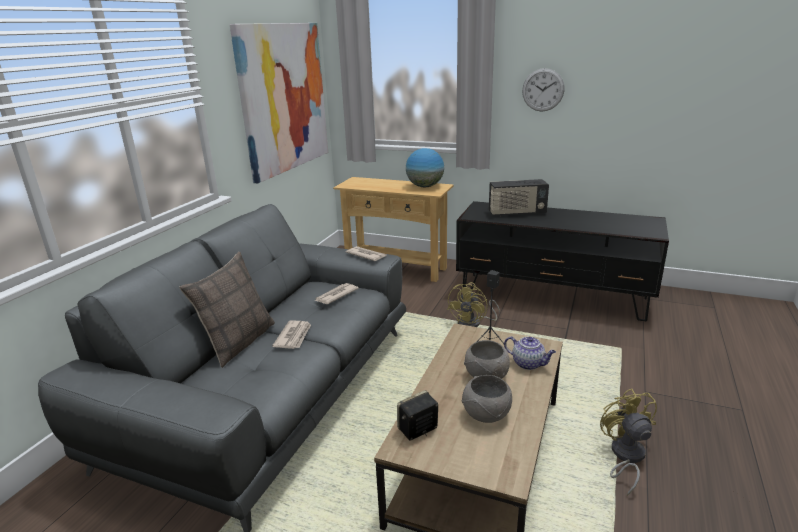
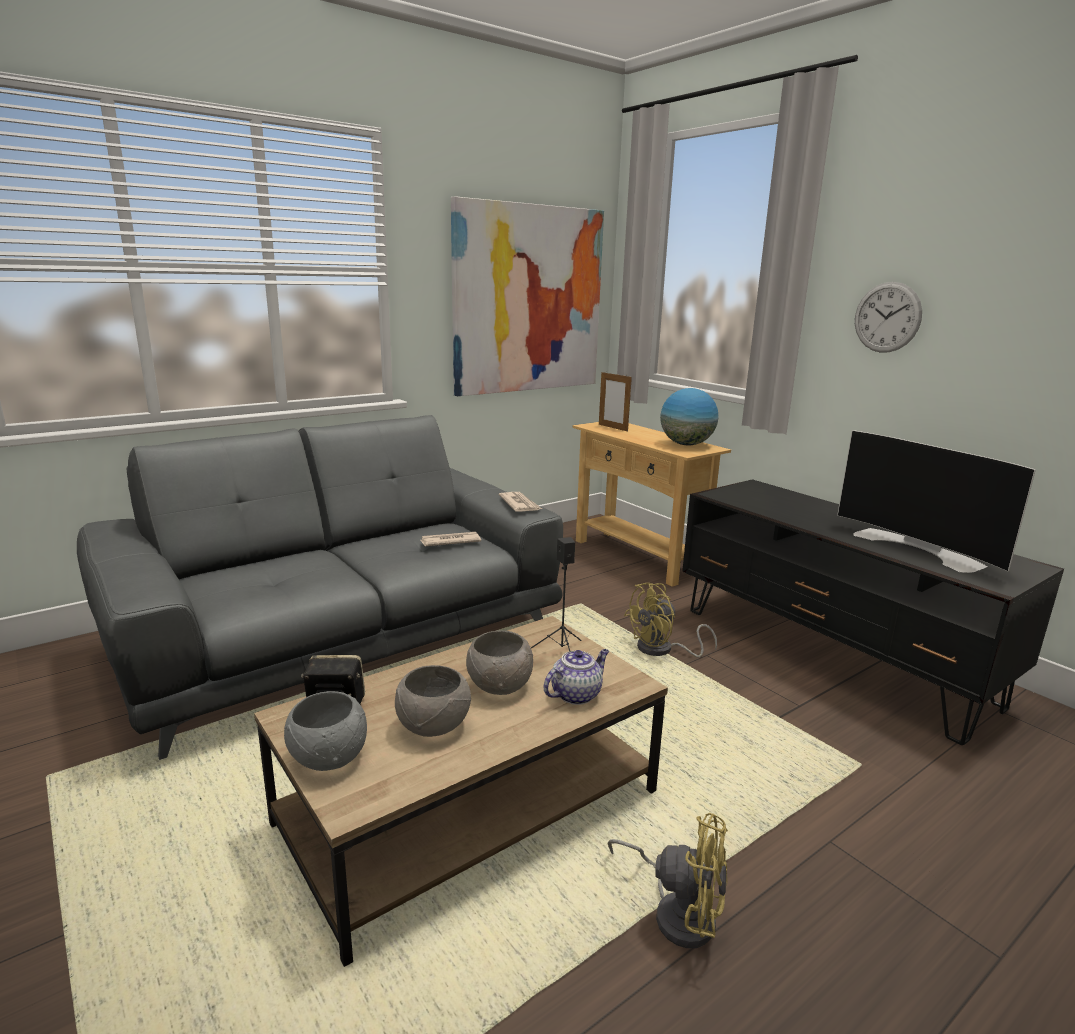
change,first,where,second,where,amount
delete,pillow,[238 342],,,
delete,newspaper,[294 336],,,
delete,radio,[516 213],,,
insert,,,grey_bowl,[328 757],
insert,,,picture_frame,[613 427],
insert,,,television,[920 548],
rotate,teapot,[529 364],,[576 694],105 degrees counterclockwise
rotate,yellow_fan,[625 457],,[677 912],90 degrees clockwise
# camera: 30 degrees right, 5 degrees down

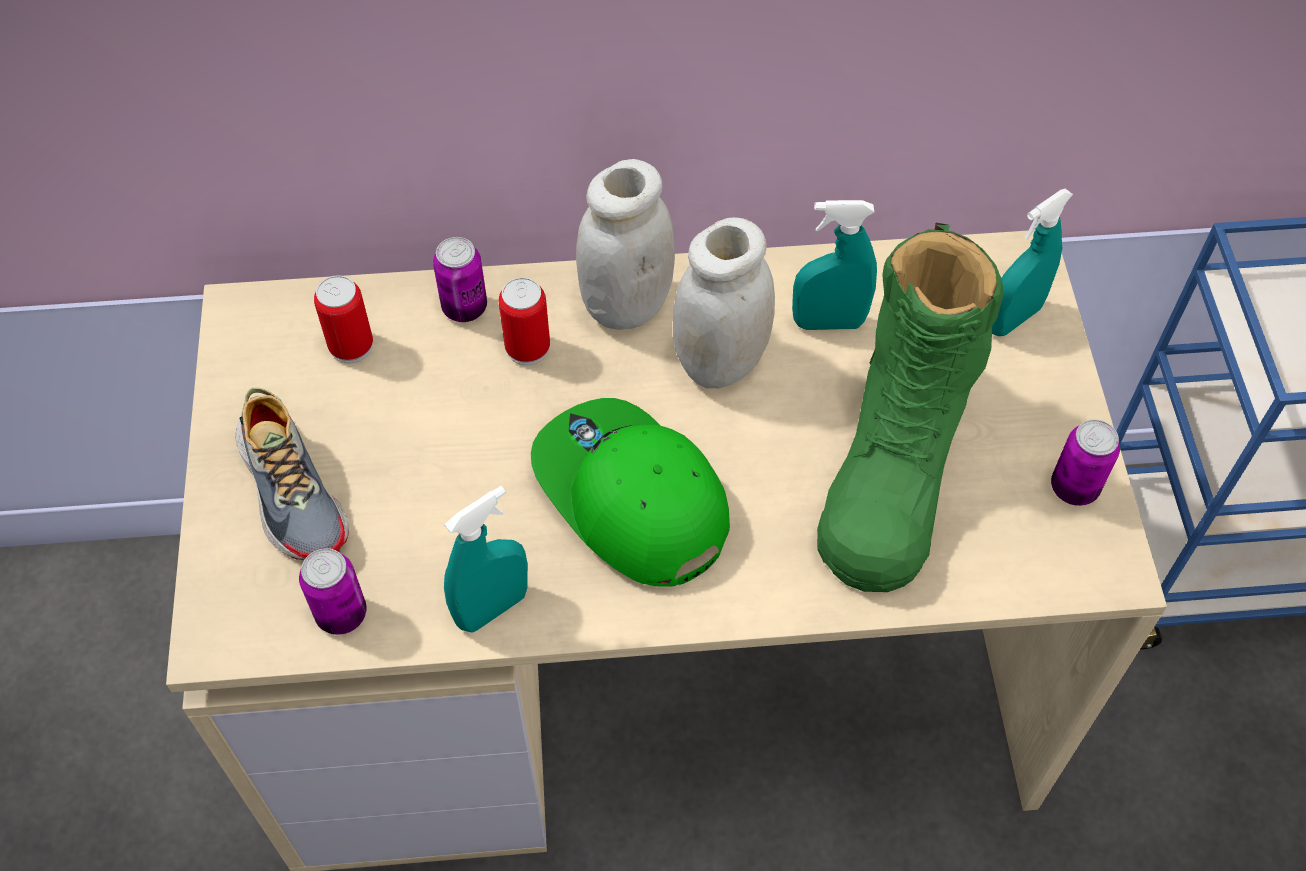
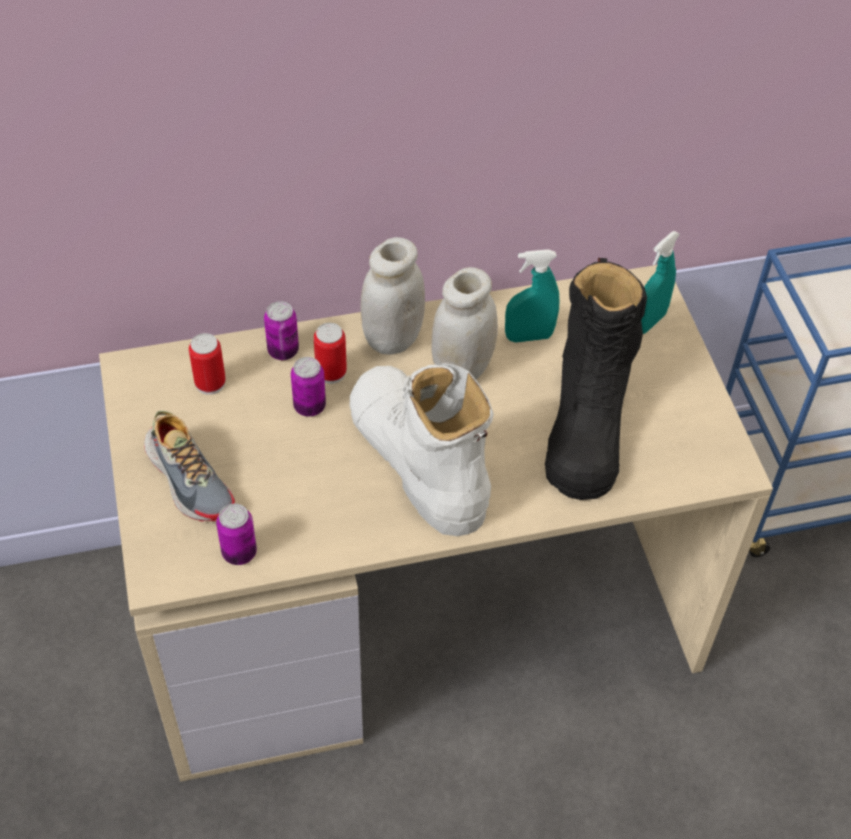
change,first,where,second,where,amount
delete,turquoise_spray_bottle,[492 608],,,
move,can,[1074 488],,[309 406],
replace,green_cap,[629 498],white_boot,[417 460],
recolor,green_boot,[894 467],black_boot,[586 422],
# camera: 10 degrees left, 5 degrees down

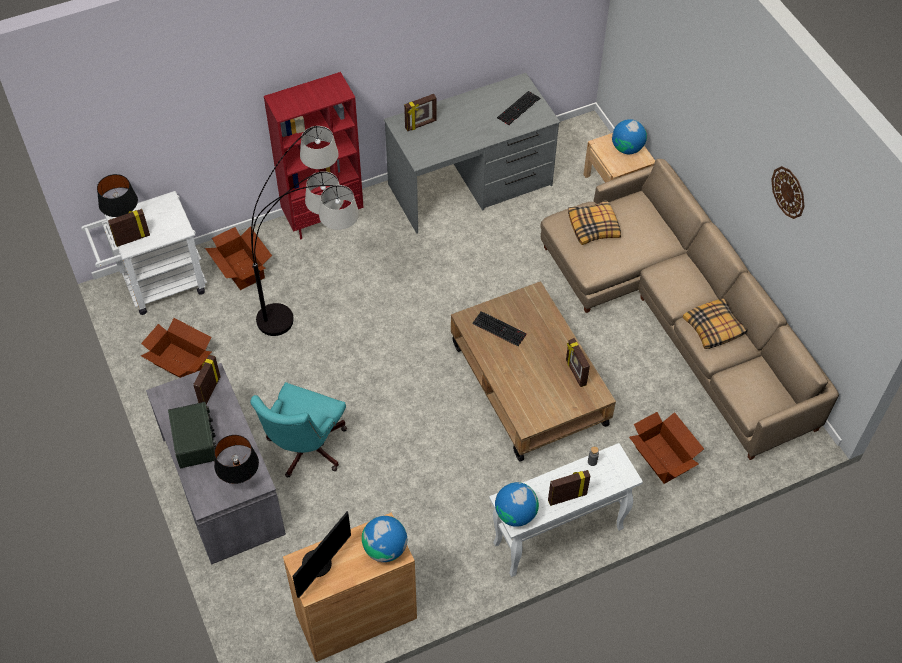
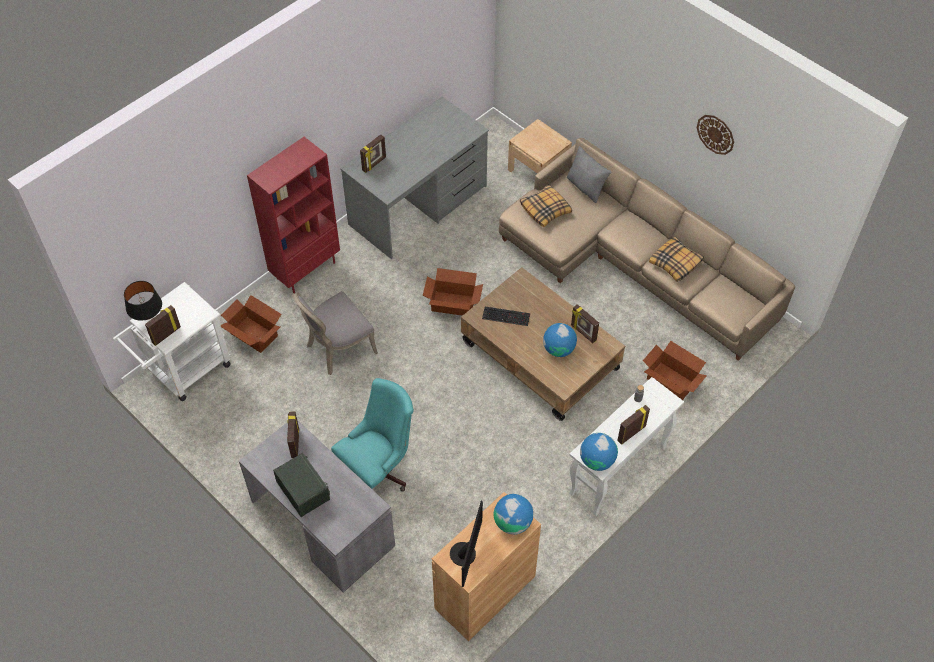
change,first,where,second,where,amount
delete,black_table_lamp,[240 478],,,
delete,keyboard,[519 109],,,
insert,,,grey_pillow,[586 187],
move,cardboard_box,[181 362],,[452 303],
move,globe,[627 148],,[559 349],
replace,floor_lamp,[319 310],grey_chair,[338 348],
rotate,turquoise_office_chair,[304 449],,[379 470],135 degrees counterclockwise
# camera: 20 degrees left, 0 degrees up

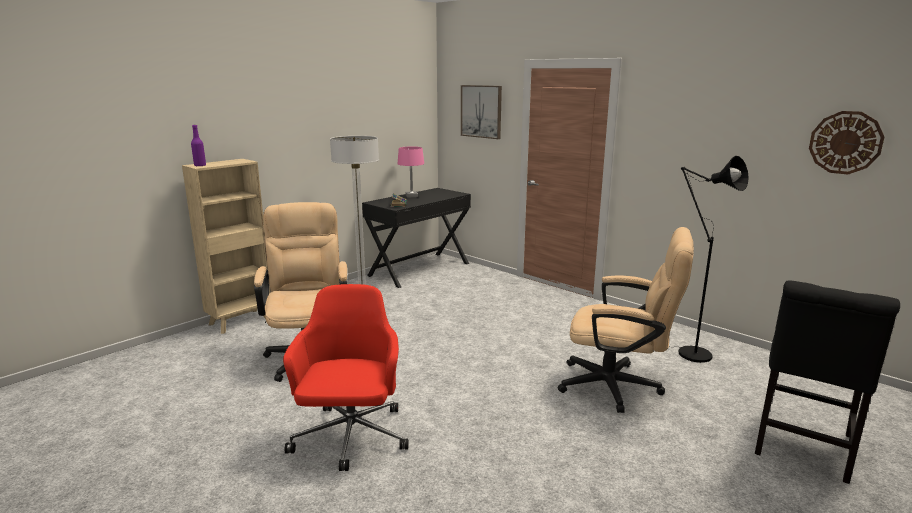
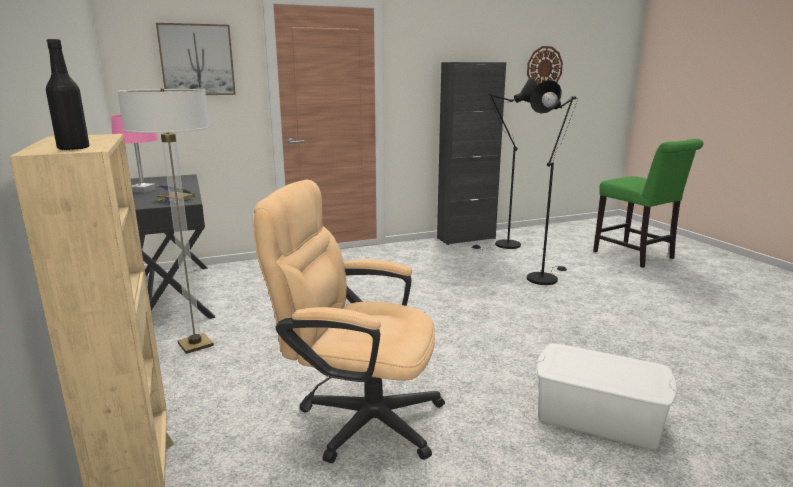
change,first,where,second,where,amount
insert,,,black_cabinet,[466 238],
replace,red_office_chair,[351 438],white_storage_box,[597 416],
replace,beige_office_chair,[619 387],black_floor_lamp,[544 277],
recolor,purple_bottle,[200 165],black_bottle,[73 149],
recolor,black_chair,[802 448],green_chair,[636 256],
# camera: 65 degrees left, 0 degrees up

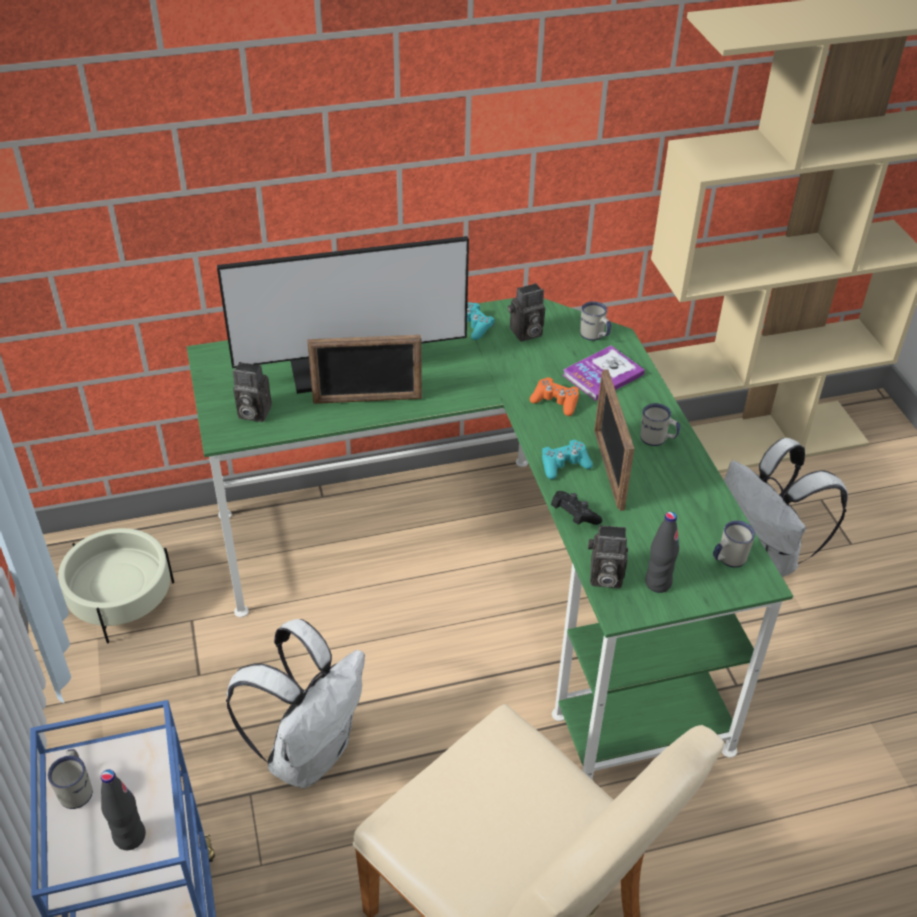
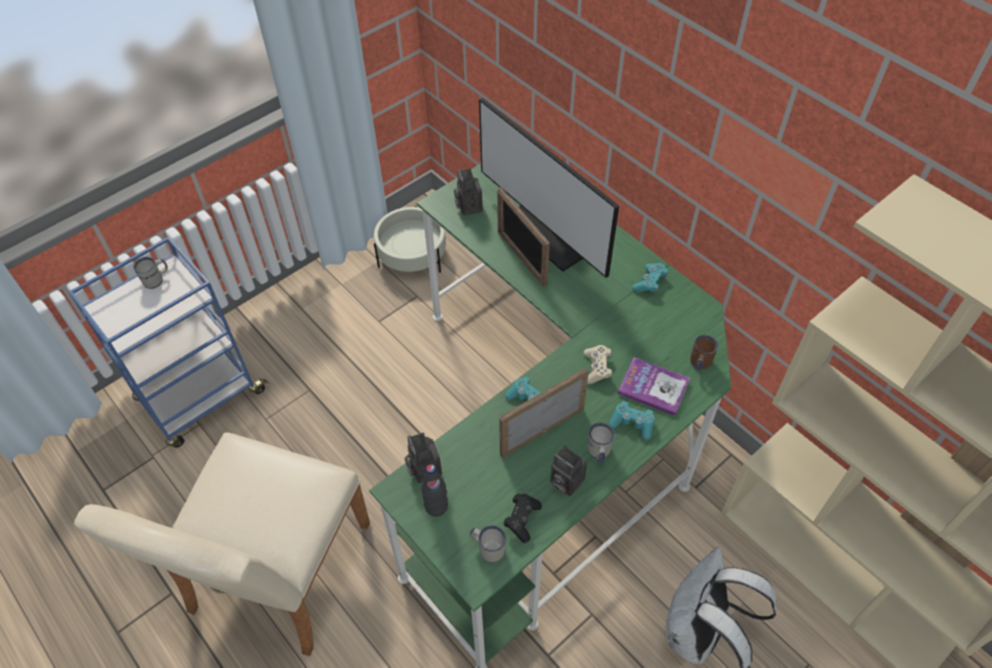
change,first,where,second,where,amount
delete,black_bottle,[129 836],,,
delete,white_backpack,[309 752],,,
insert,,,turquoise_game_controller,[632 423],
move,photo_camera,[525 333],,[564 481],
move,black_game_controller,[573 516],,[522 520],
recolor,orange_game_controller,[555 402],beige_game_controller,[597 368],
recolor,white_mug,[594 336],brown_mug,[699 364],
# camera: 65 degrees right, 10 degrees up

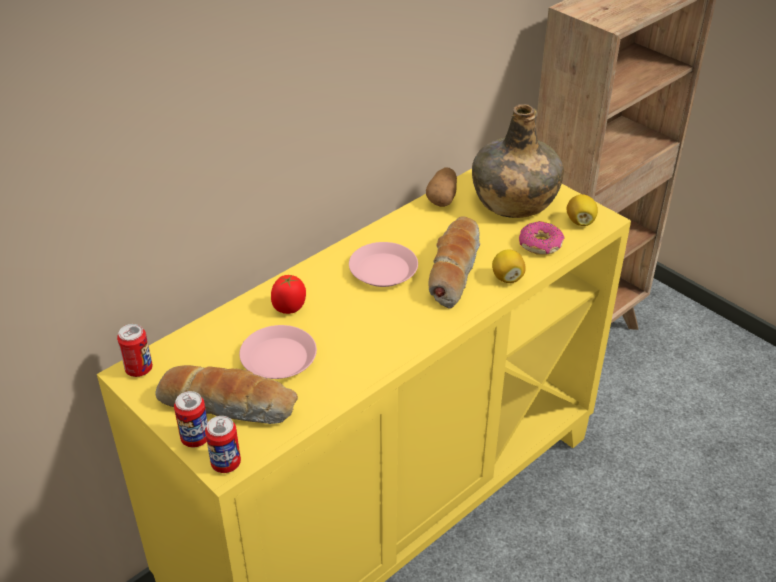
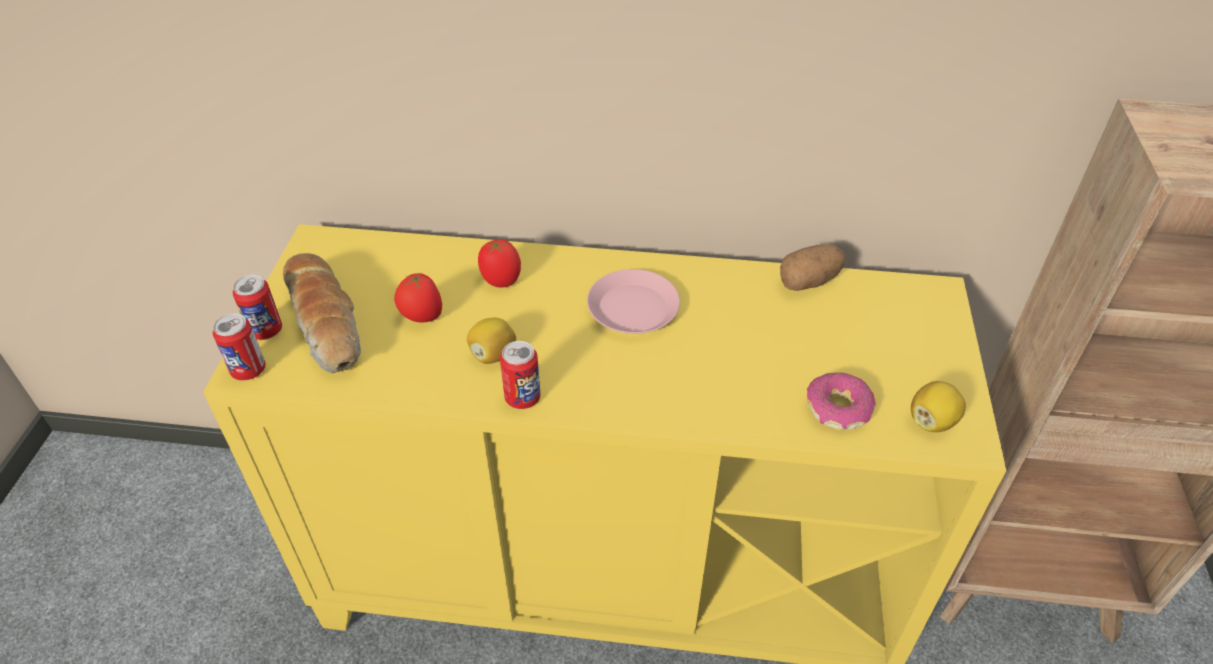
change,first,where,second,where,amount
delete,bread,[453 270],,,
delete,green_bottle,[513 200],,,
move,can,[139 369],,[522 398],
move,lemon,[507 278],,[493 354],
replace,pink_plate,[279 358],tomato,[422 317],
# camera: 50 degrees right, 5 degrees up

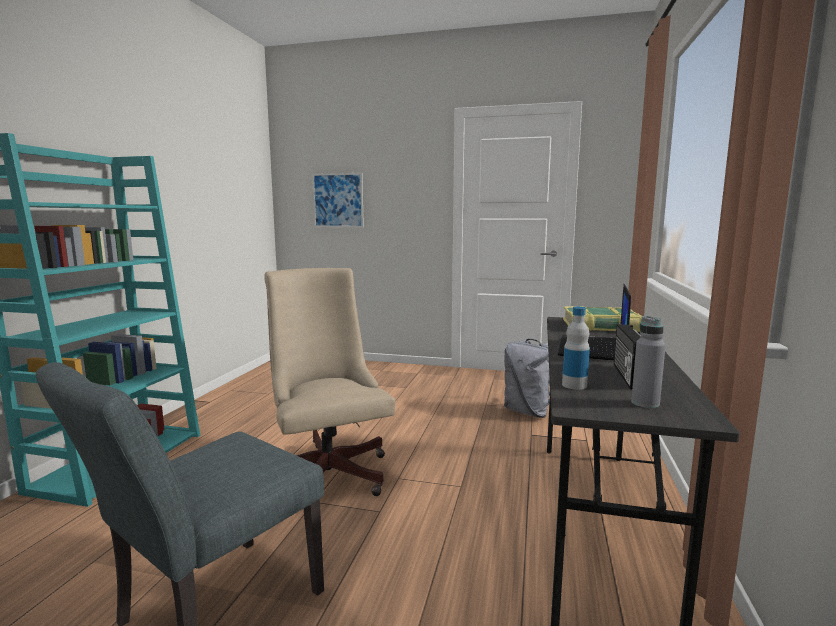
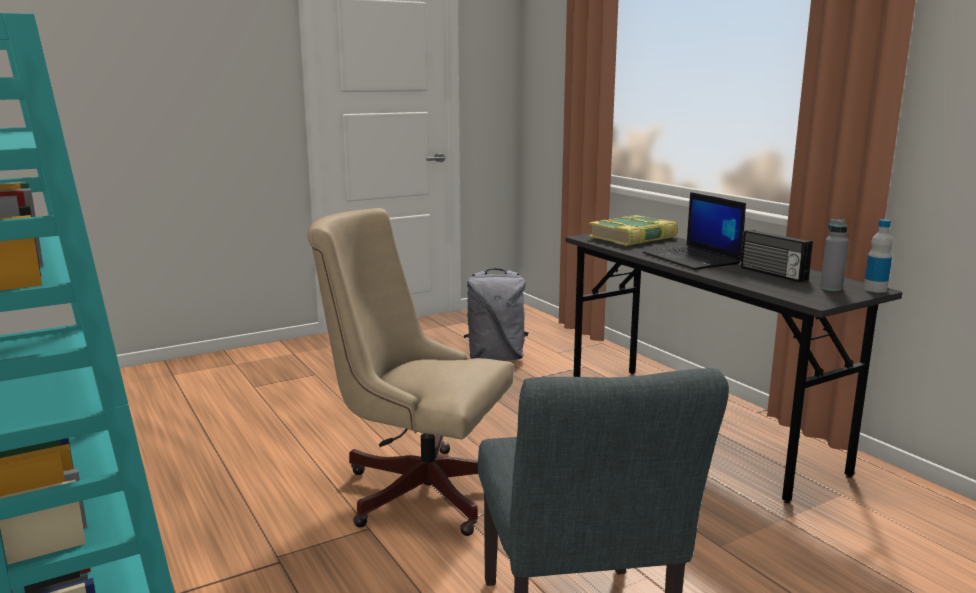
change,first,where,second,where,amount
delete,picture,[338 200],,,
move,bottle,[574 385],,[875 289],
# camera: 45 degrees left, 5 degrees up

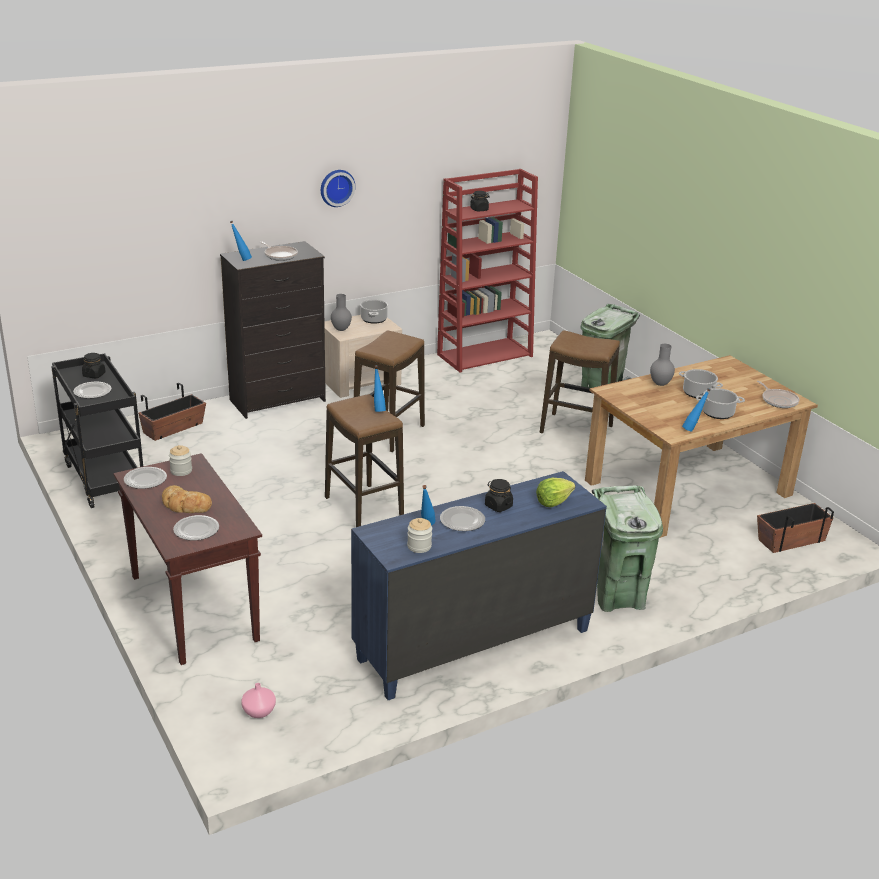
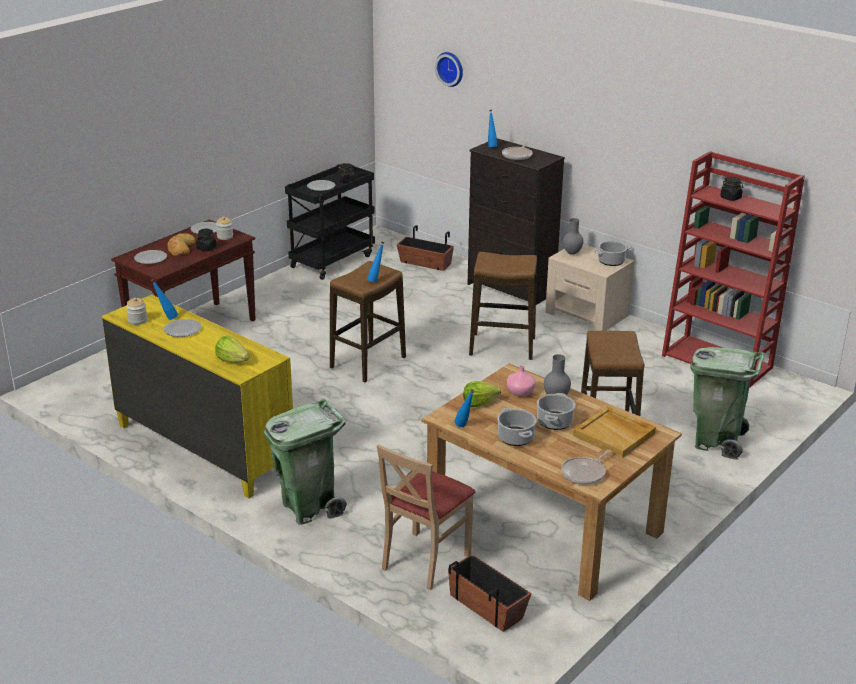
change,first,where,second,where,amount
insert,,,beige_chair,[424 560],
insert,,,lettuce,[479 403],
insert,,,beige_tray,[615 434],
move,pink_vase,[259 711],,[521 392],
move,wall_clock,[336 187],,[451 68],
move,black_jar,[498 506],,[206 248],
recolor,blue_dresser,[472 644],yellow_dresser,[203 447],
# camera: 70 degrees right, 0 degrees up

